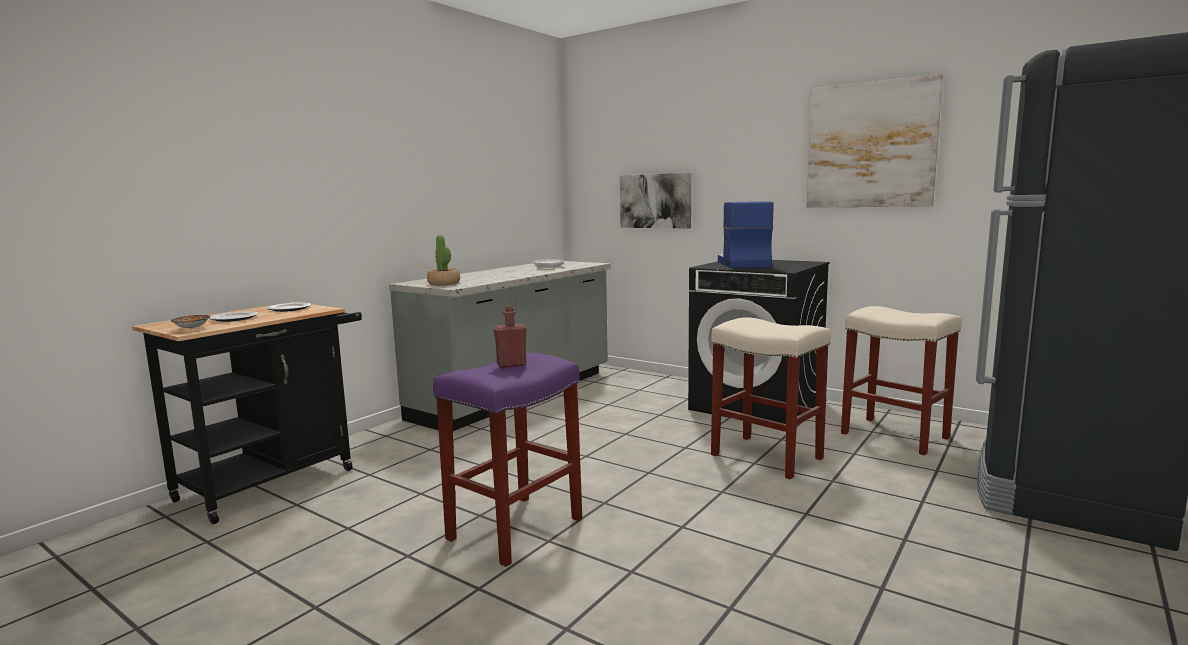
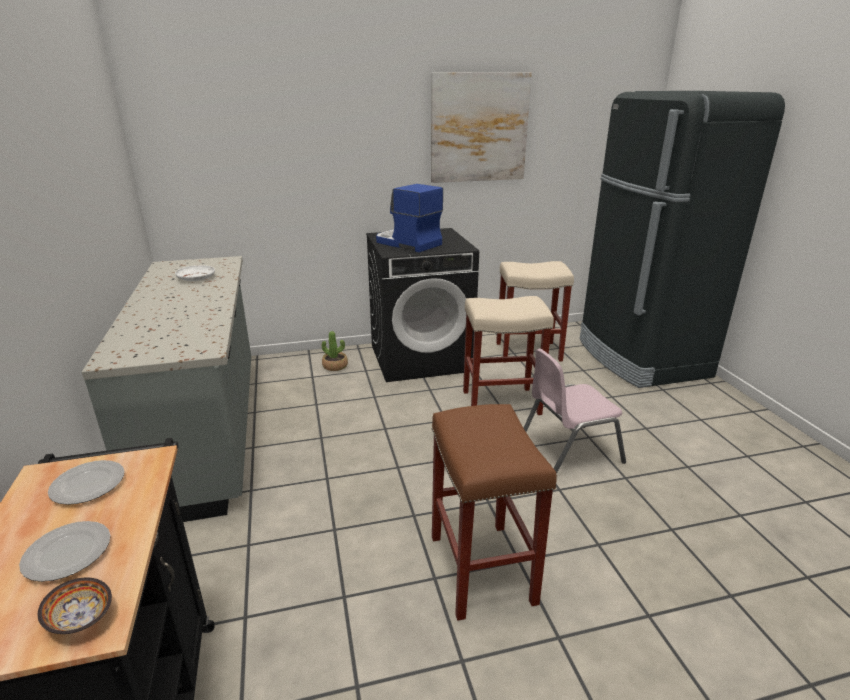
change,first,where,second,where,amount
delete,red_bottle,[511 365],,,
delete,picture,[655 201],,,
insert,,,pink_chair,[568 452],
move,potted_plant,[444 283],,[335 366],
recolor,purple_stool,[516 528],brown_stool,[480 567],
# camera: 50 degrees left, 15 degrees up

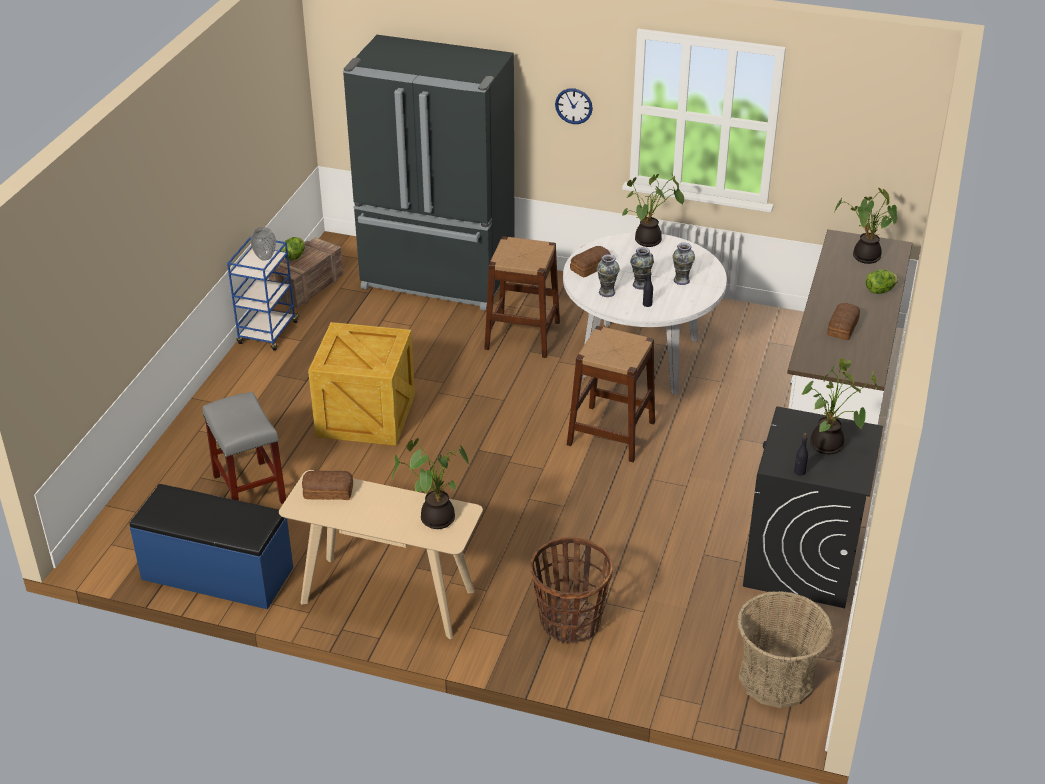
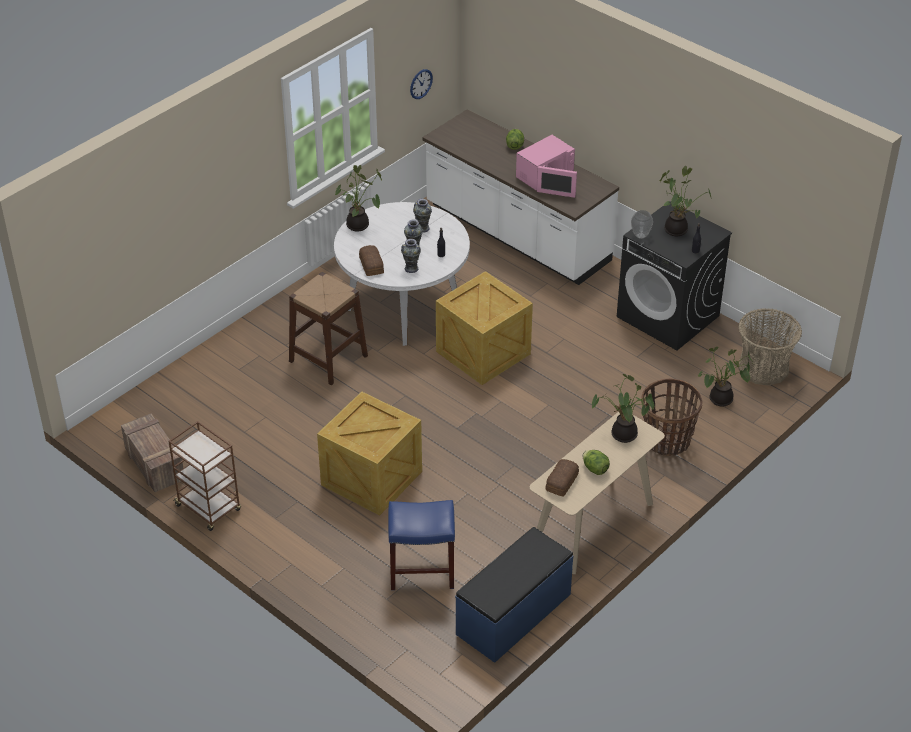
change,first,where,second,where,amount
delete,black_fridge,[437 279],,,
move,vase,[264 258],,[640 236],
move,lettuce,[294 256],,[595 469],
move,wall_clock,[573 106],,[421 84],
move,potted_plant,[863 257],,[720 401],
replace,brown_stool,[611 433],crate,[483 354],
replace,bread,[843 327],pink_microwave,[545 177],
recolor,grey_stool,[248 489],blue_stool,[421 572],
recolor,blue_cart,[268 333],brown_cart,[209 508],
# camera: 65 degrees left, 5 degrees up

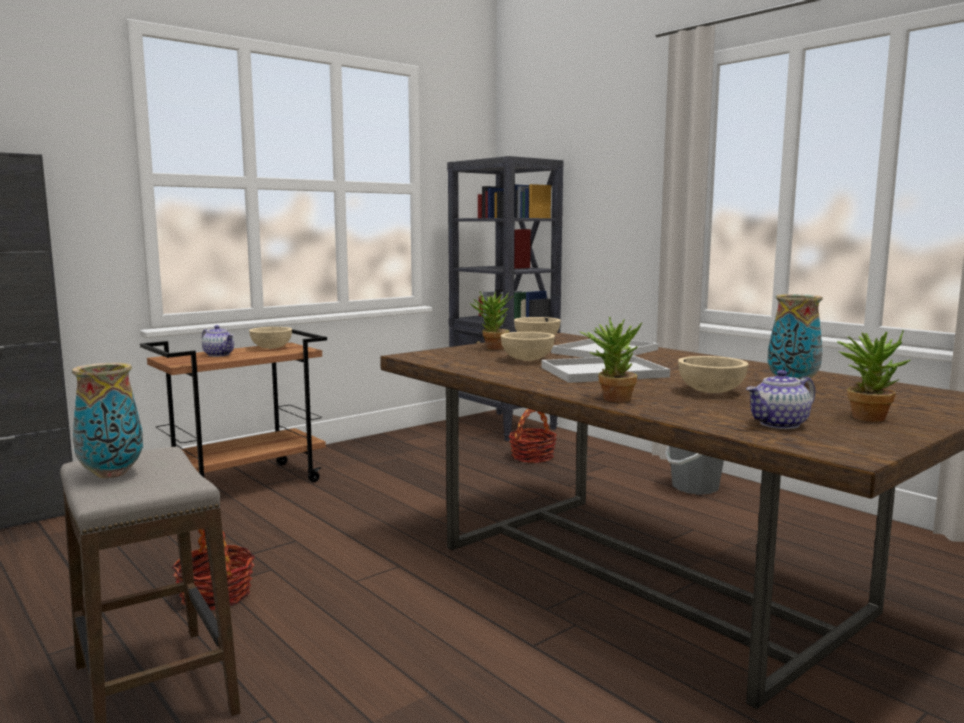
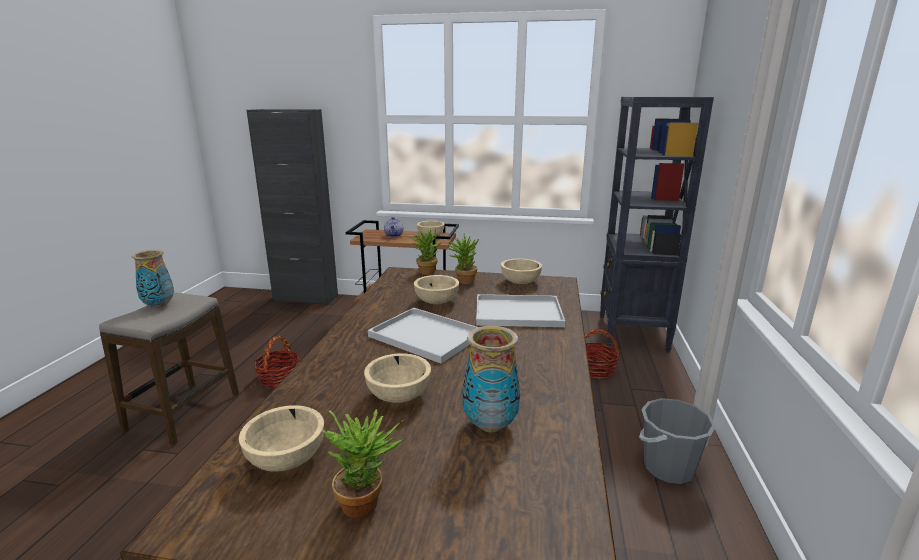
change,first,where,second,where,amount
move,potted_plant,[610 399],,[425 271],
replace,teapot,[779 424],beige_bowl,[287 459],
# camera: 50 degrees right, 10 degrees up

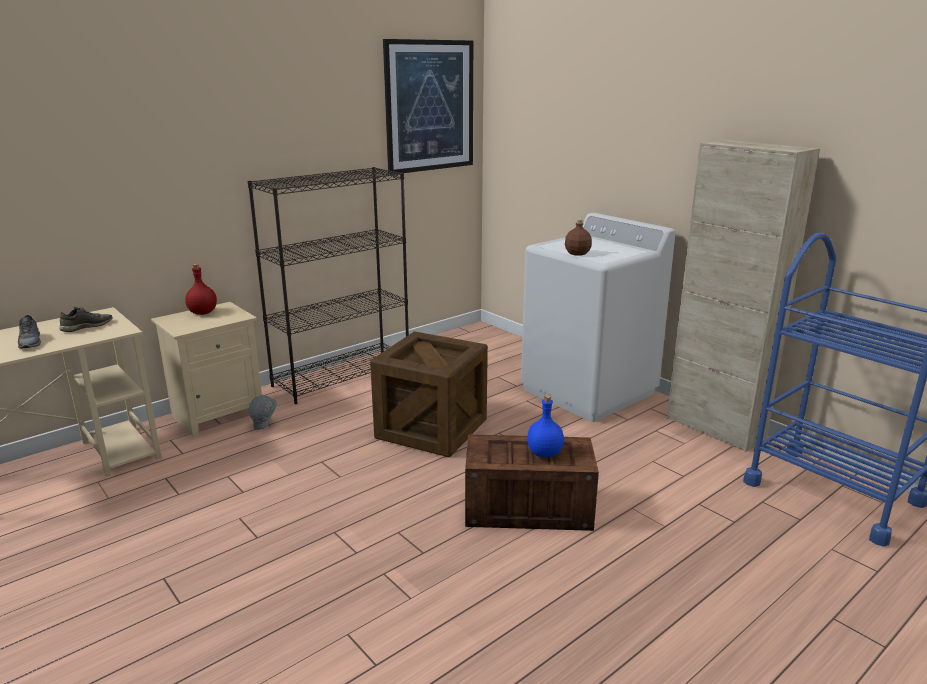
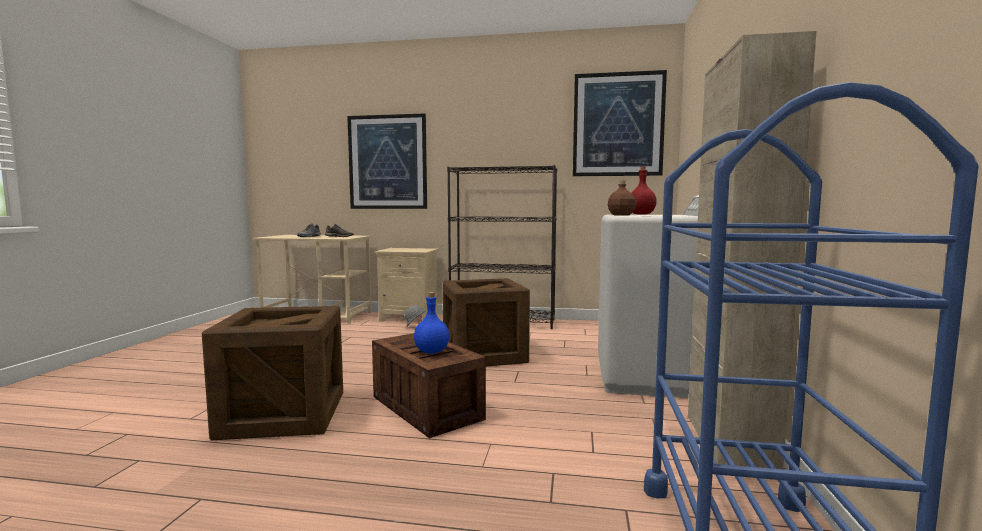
change,first,where,second,where,amount
insert,,,crate,[283 415],
insert,,,picture,[387 162],
move,red_bottle,[202 313],,[641 214],
# camera: 50 degrees right, 15 degrees down

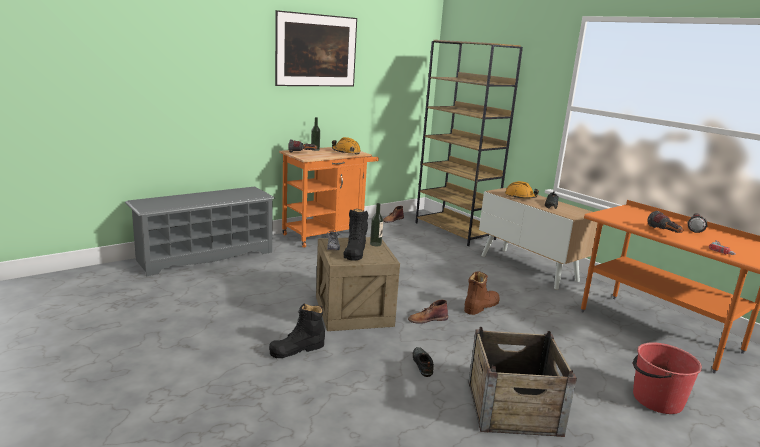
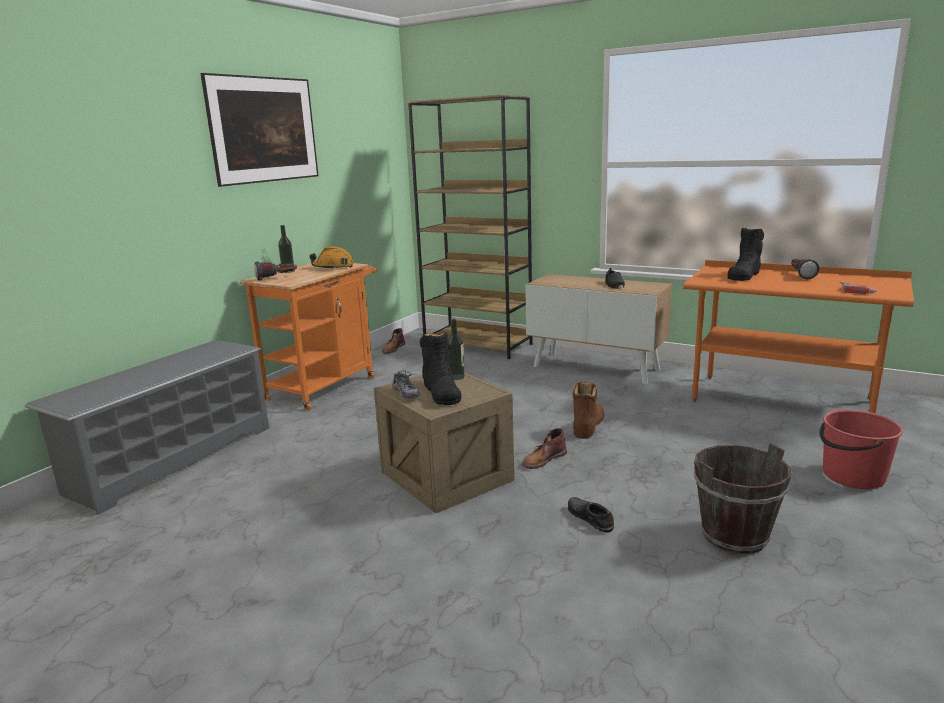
change,first,where,second,where,amount
delete,orange_hard_hat,[520 197],,,
delete,flashlight,[665 232],,,
move,black_boot,[297 349],,[744 275],
replace,crate,[513 408],brown_bucket,[734 536],
# camera: 20 degrees left, 0 degrees up

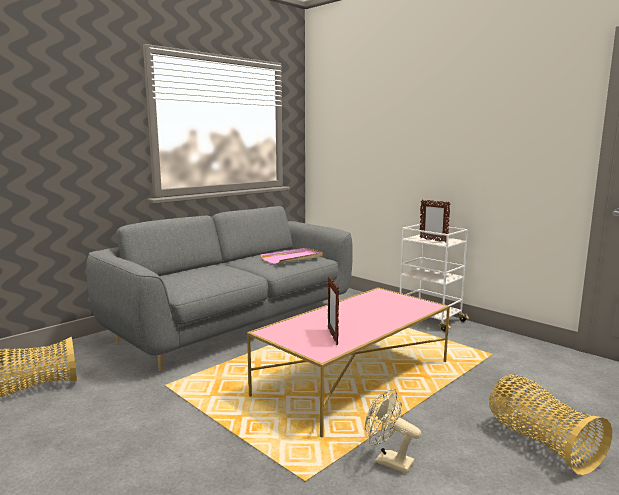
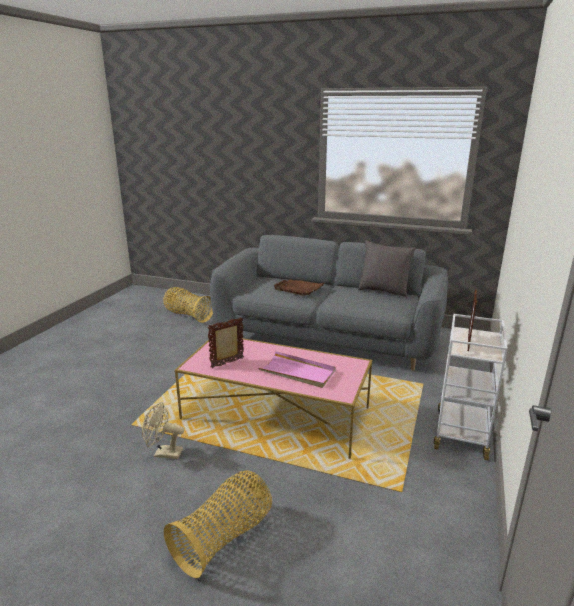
change,first,where,second,where,amount
insert,,,brown_tray,[299 288],
insert,,,grey_pillow,[383 291],
move,pink_tray,[293 258],,[297 372],
rotate,beige_fan,[388 461],,[163 453],90 degrees counterclockwise
# camera: 65 degrees right, 10 degrees up

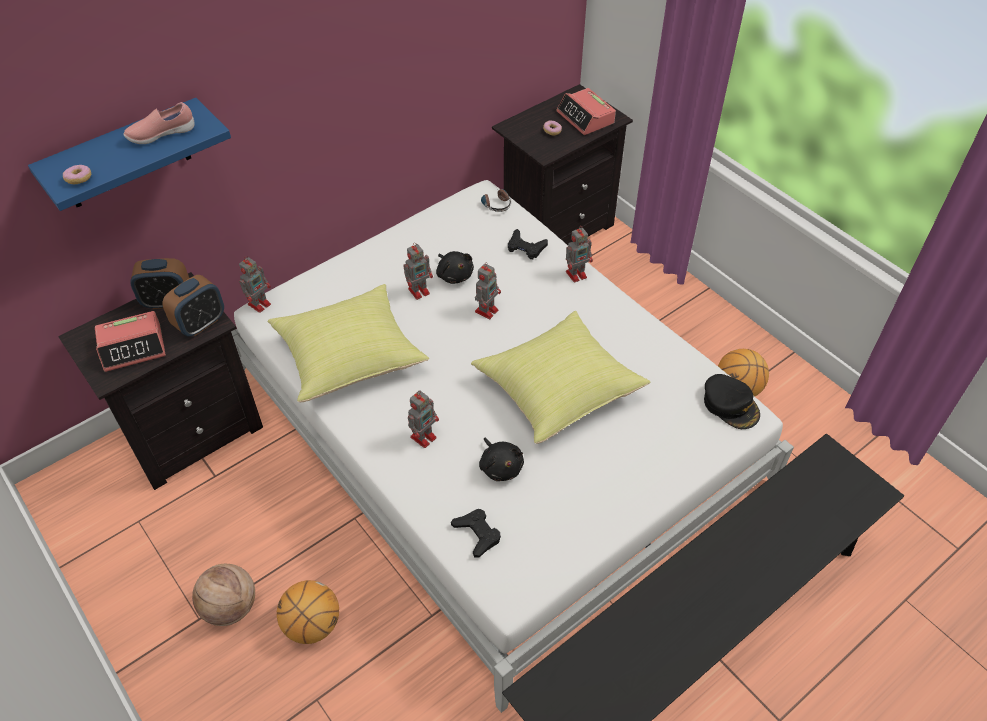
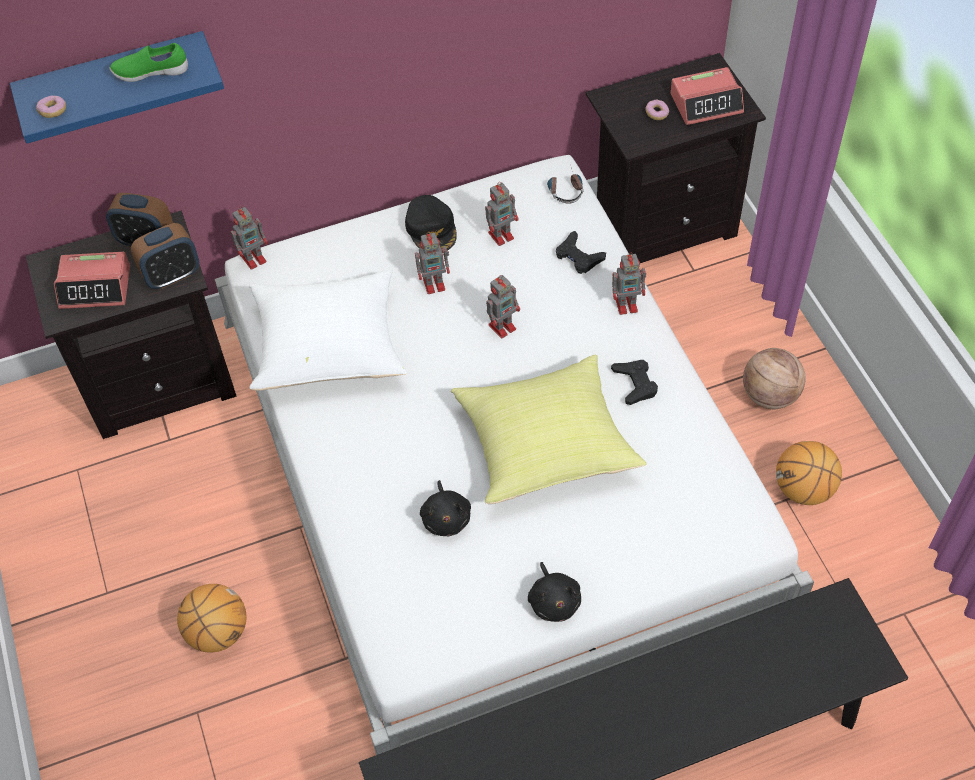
change,first,where,second,where,amount
move,basketball,[230 607],,[769 395],
move,toy_robot,[424 436],,[502 235],
move,black_plush_toy,[454 275],,[554 601],
move,black_game_controller,[477 534],,[635 384],
move,black_cap,[730 405],,[432 229],
recolor,pink_shoe,[161 135],green_shoe,[151 73],
recolor,yellow_pillow,[350 357],white_pillow,[330 347],
rotate,alarm_clock,[585 118],,[706 103],90 degrees counterclockwise
# camera: 20 degrees right, 5 degrees up

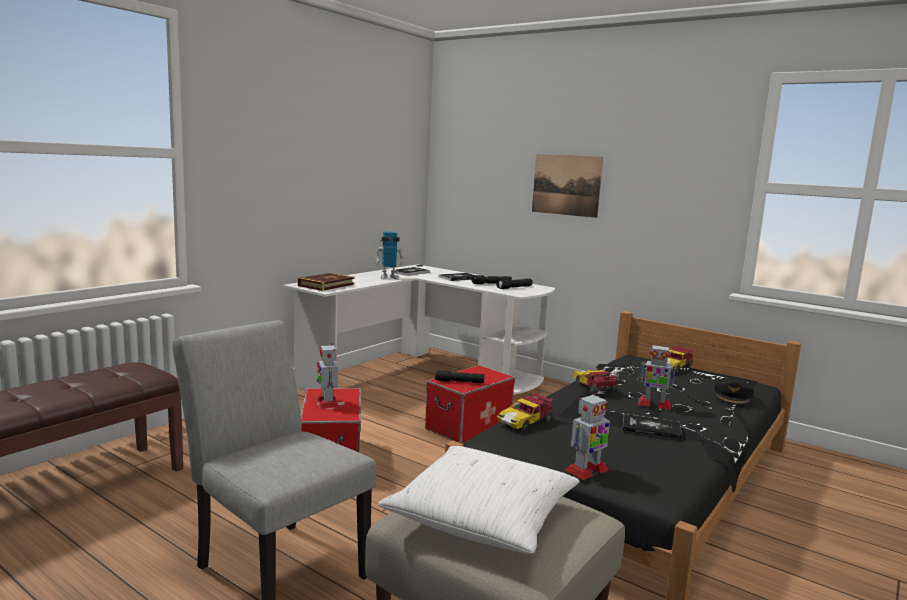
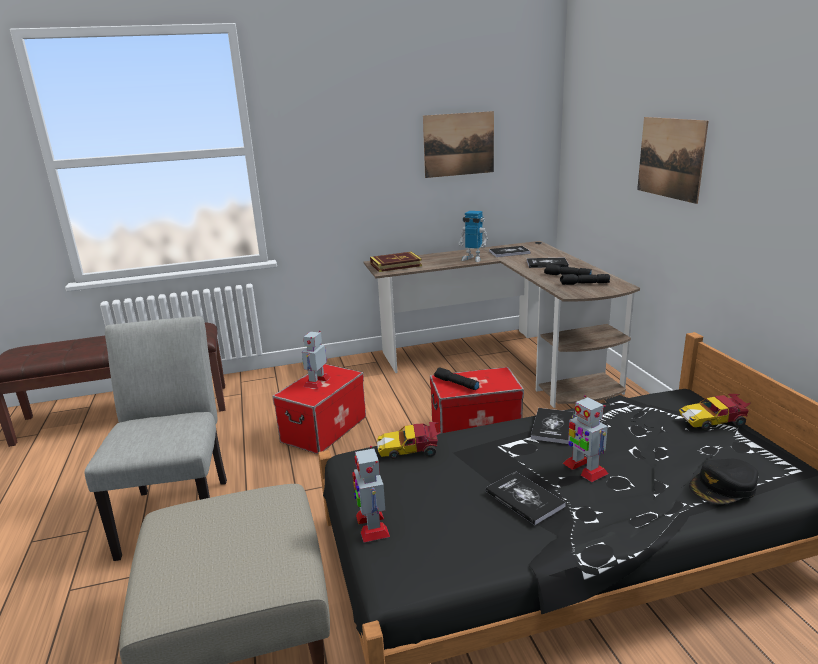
change,first,where,second,where,amount
delete,white_pillow,[483 516],,,
insert,,,picture,[459 144],
replace,toy_car,[594 387],book,[552 427],
recolor,white_desk,[423 375],brown_desk,[506 361],
rotate,toy_robot,[586 470],,[372 525],75 degrees clockwise
# camera: 40 degrees right, 10 degrees up

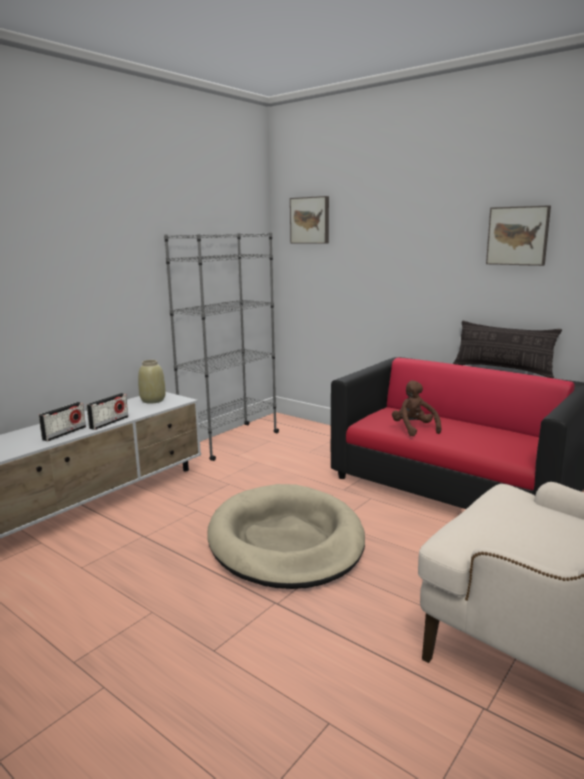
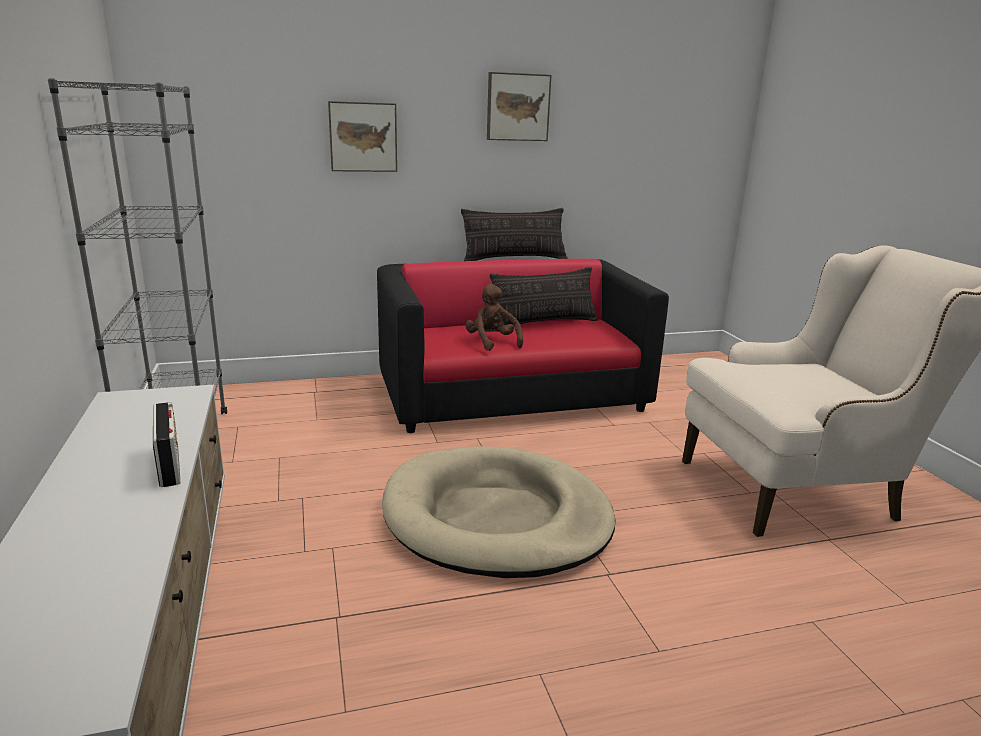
change,first,where,second,where,amount
delete,radio,[64 433],,,
delete,beige_vase,[152 400],,,
insert,,,pillow,[544 323],
move,picture,[310 220],,[363 137],
rotate,brown_plush_toy,[414 429],,[492 342],45 degrees clockwise
# camera: 55 degrees left, 5 degrees up

